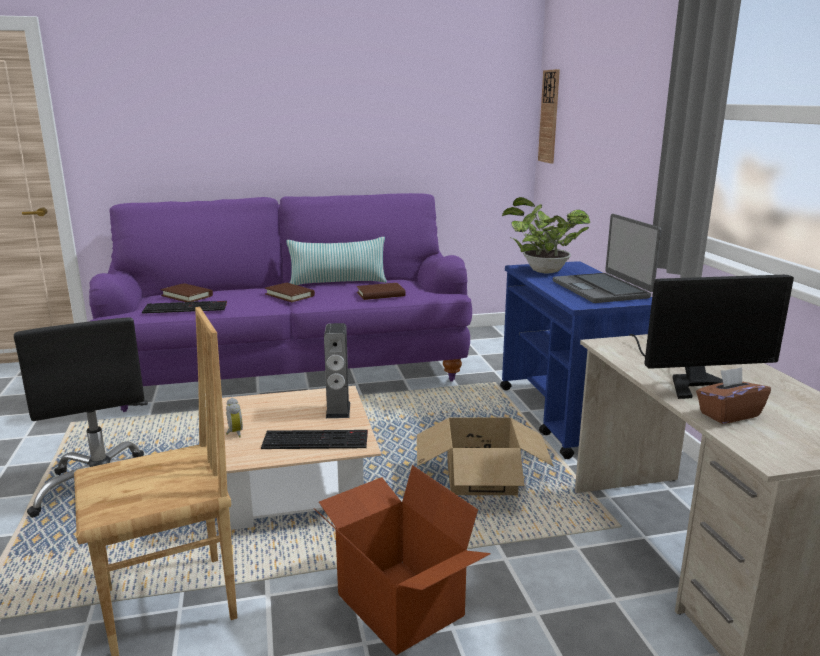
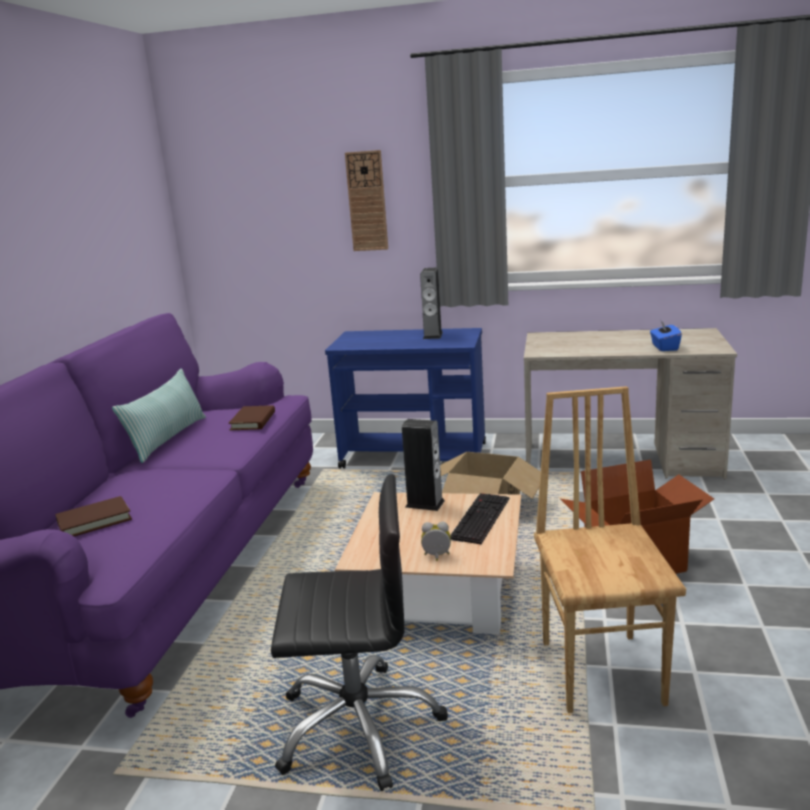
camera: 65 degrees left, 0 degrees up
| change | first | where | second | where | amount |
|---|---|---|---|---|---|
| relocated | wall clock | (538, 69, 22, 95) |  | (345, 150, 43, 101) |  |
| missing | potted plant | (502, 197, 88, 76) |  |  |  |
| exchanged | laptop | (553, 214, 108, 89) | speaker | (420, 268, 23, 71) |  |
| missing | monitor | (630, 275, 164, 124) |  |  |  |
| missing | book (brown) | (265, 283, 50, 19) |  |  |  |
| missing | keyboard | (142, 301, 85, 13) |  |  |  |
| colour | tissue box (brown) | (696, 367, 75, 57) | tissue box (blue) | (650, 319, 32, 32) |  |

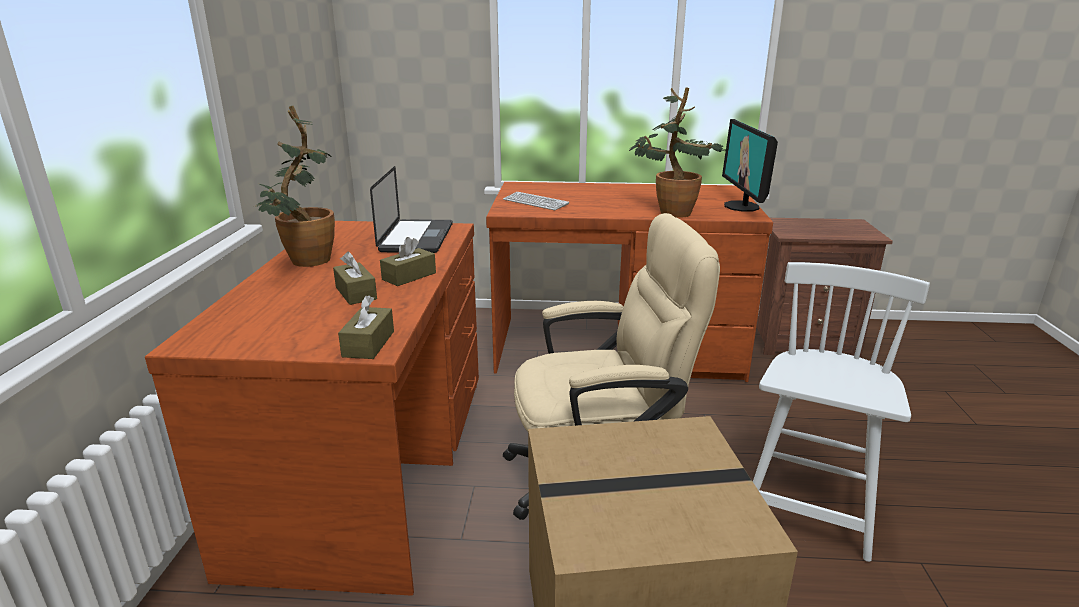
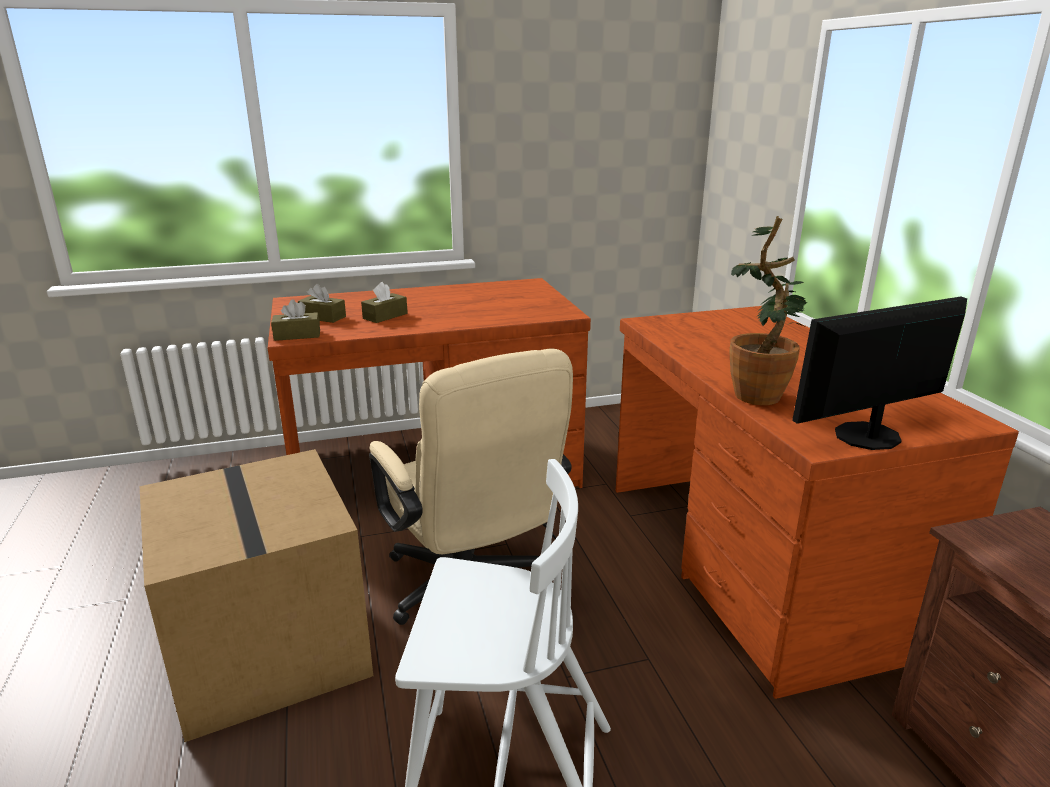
camera: 70 degrees right, 0 degrees up
| change | first | where | second | where | amount |
|---|---|---|---|---|---|
| missing | potted plant | (257, 106, 78, 161) |  |  |  |
| missing | laptop | (370, 166, 83, 87) |  |  |  |
| missing | keyboard | (503, 192, 66, 18) |  |  |  |
| relocated | tissue box (brown) | (380, 237, 56, 49) |  | (298, 284, 48, 39) |  |

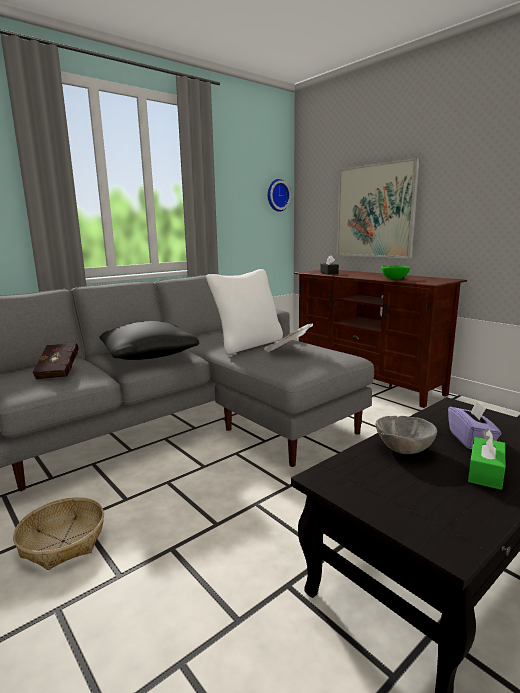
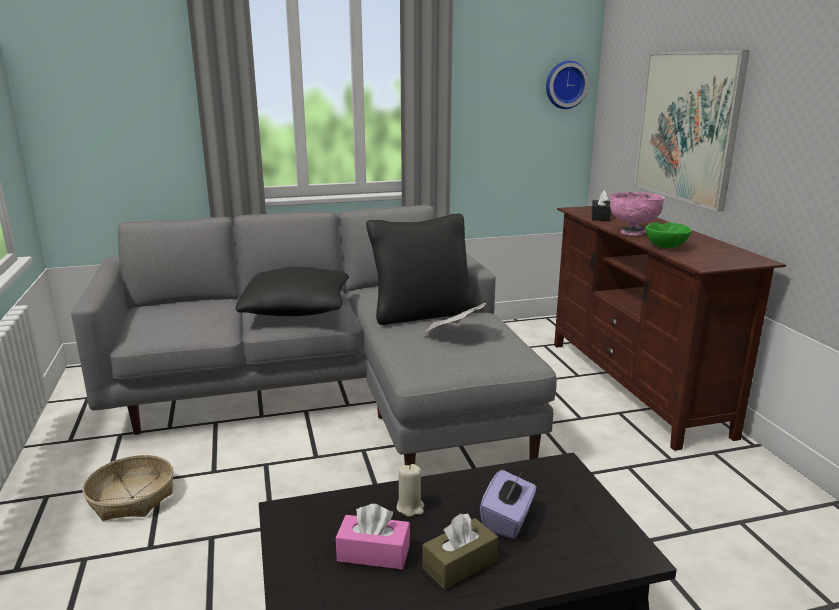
camera: 25 degrees right, 5 degrees up
| change | first | where | second | where | amount |
|---|---|---|---|---|---|
| colour | pillow (white) | (206, 269, 77, 85) | pillow (black) | (366, 214, 110, 111) |  |
| missing | book (red) | (33, 343, 46, 36) |  |  |  |
| exchanged | bowl (grey) | (376, 416, 61, 38) | candle (beige) | (396, 464, 28, 53) |  |
| colour | tissue box (green) | (468, 429, 37, 61) | tissue box (brown) | (422, 514, 76, 76) |  |
| appeared |  |  | bowl (pink) | (610, 192, 55, 44) |  |
| appeared |  |  | tissue box (pink) | (336, 504, 74, 65) |  |

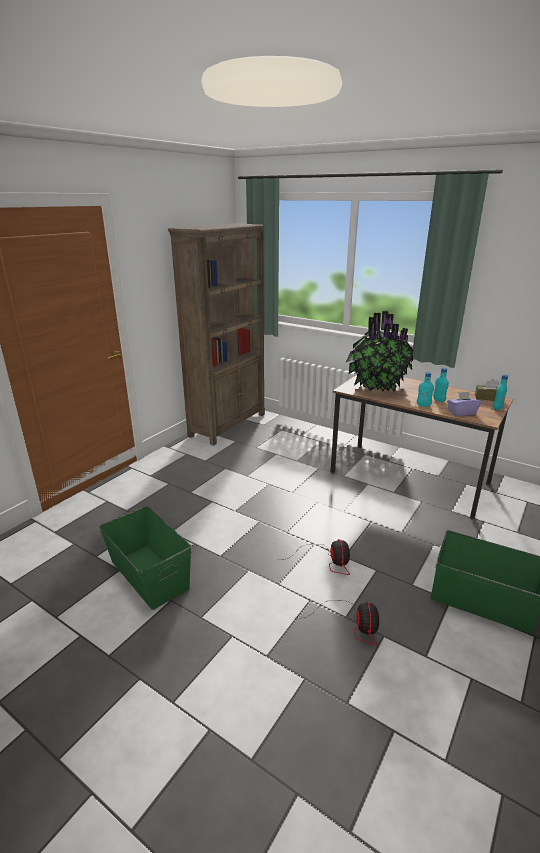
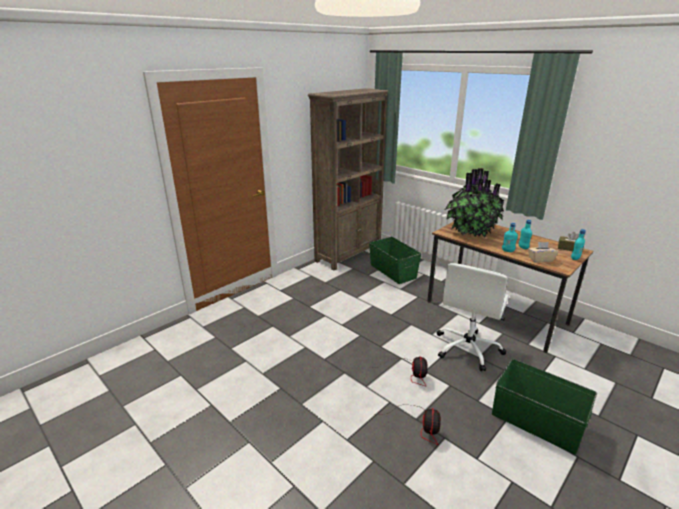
camera: 10 degrees right, 0 degrees up
| change | first | where | second | where | amount |
|---|---|---|---|---|---|
| colour | tissue box (purple) | (447, 391, 34, 25) | tissue box (beige) | (528, 242, 30, 20) |  |
| relocated | storage box (green) | (99, 506, 93, 104) |  | (369, 237, 53, 47) |  |
| appeared |  |  | office chair (white) | (437, 263, 72, 108) |  |

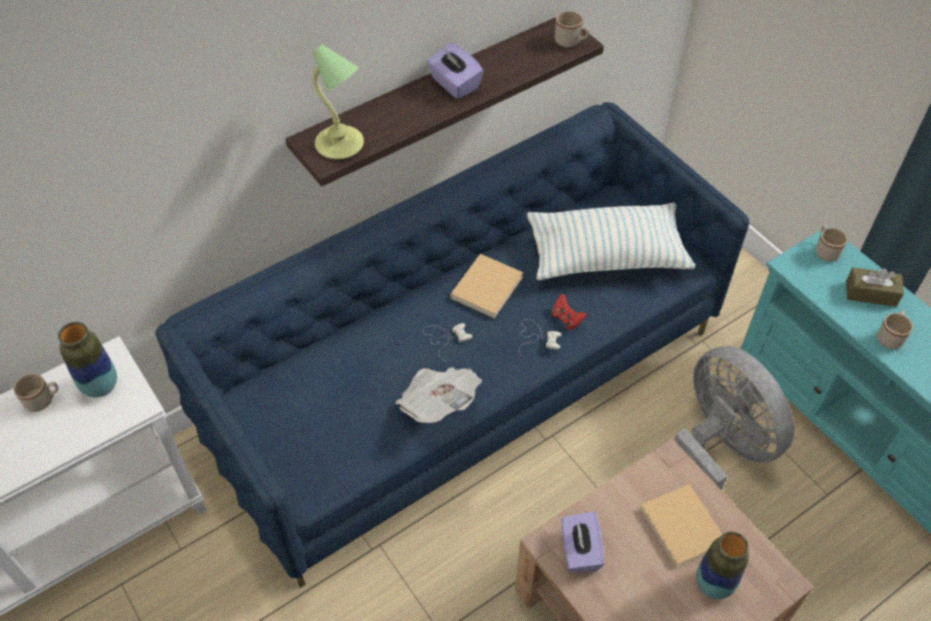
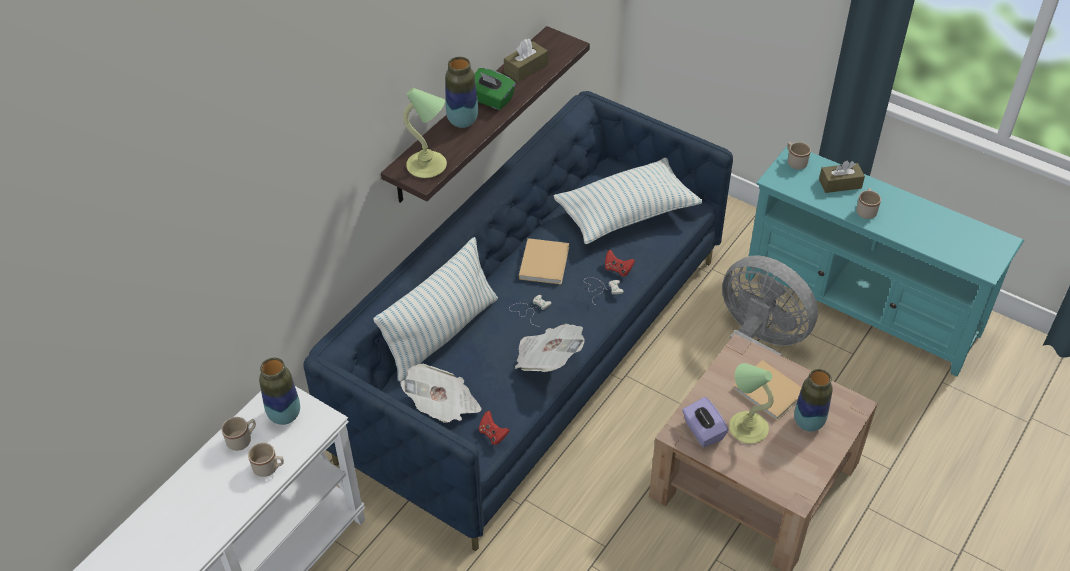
camera: 20 degrees left, 5 degrees down
| change | first | where | second | where | amount |
|---|---|---|---|---|---|
| relocated | mug (beige) | (555, 11, 35, 36) |  | (248, 442, 36, 35) |  |
| colour | tissue box (purple) | (426, 43, 57, 56) | tissue box (green) | (474, 68, 42, 42) |  |
| appeared |  |  | tissue box (brown) | (504, 39, 44, 43) |  |
| appeared |  |  | vase | (445, 57, 33, 71) |  |
| appeared |  |  | pillow | (373, 237, 125, 145) |  |
| appeared |  |  | table lamp | (729, 363, 45, 81) |  |
| appeared |  |  | newspaper | (400, 364, 82, 59) |  |
| appeared |  |  | game controller (red) | (479, 411, 30, 34) |  |

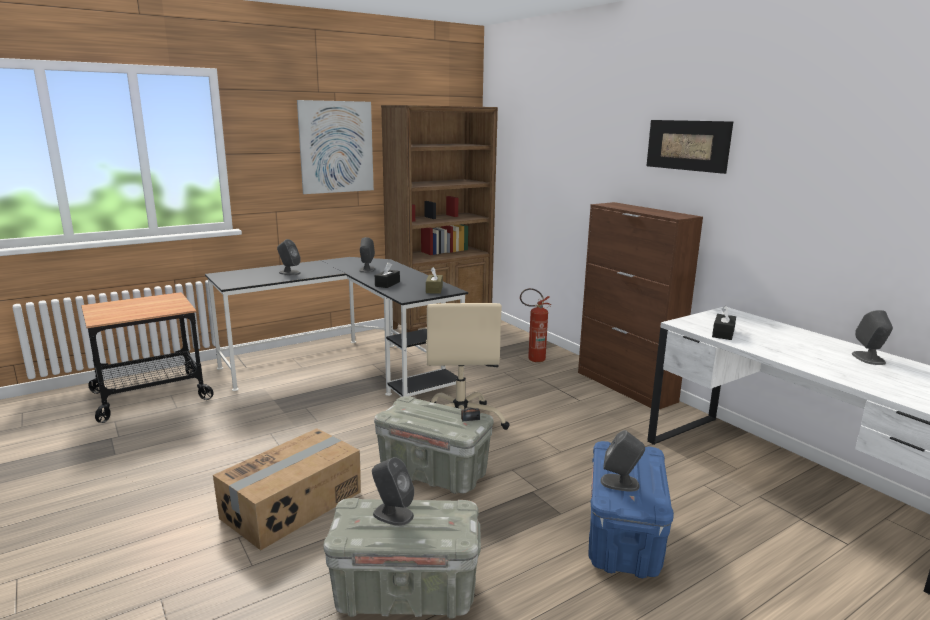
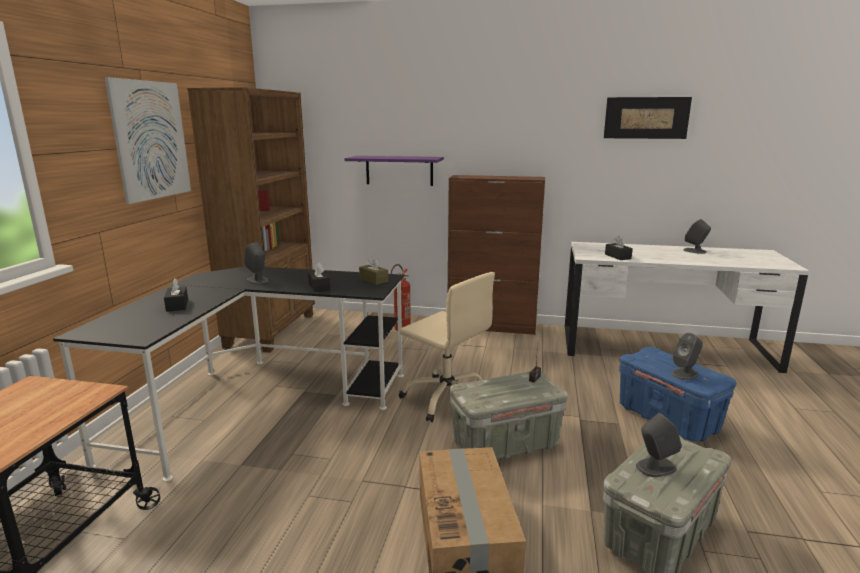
camera: 45 degrees left, 0 degrees up
| change | first | where | second | where | amount |
|---|---|---|---|---|---|
| relocated | picture | (646, 120, 87, 54) |  | (604, 97, 88, 42) |  |
| exchanged | speaker (grey) | (277, 239, 24, 36) | tissue box (black) | (164, 278, 24, 34) |  |
| appeared |  |  | shelf (purple) | (345, 156, 99, 30) |  |

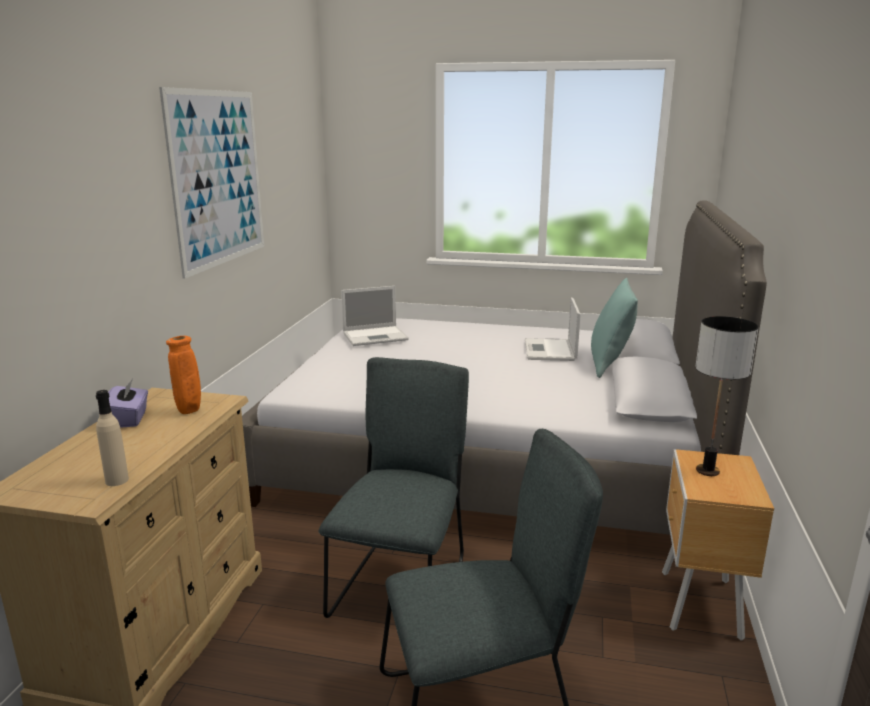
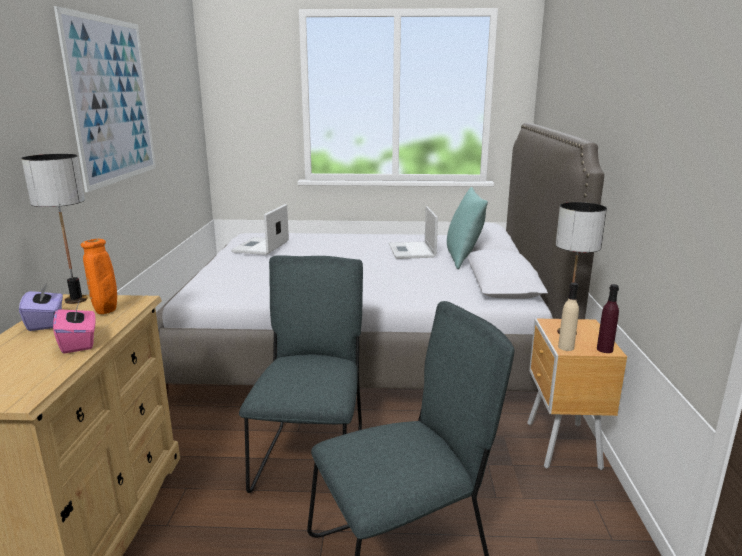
camera: 10 degrees left, 0 degrees up
| change | first | where | second | where | amount |
|---|---|---|---|---|---|
| spun | laptop | (341, 286, 68, 60) |  | (231, 204, 58, 51) | 135 degrees clockwise |
| relocated | bottle (beige) | (96, 390, 33, 96) |  | (558, 283, 21, 68) |  |
| appeared |  |  | table lamp | (21, 154, 67, 150) |  |
| appeared |  |  | bottle (purple) | (597, 284, 22, 69) |  |
| appeared |  |  | tissue box (pink) | (53, 302, 43, 52) |  |

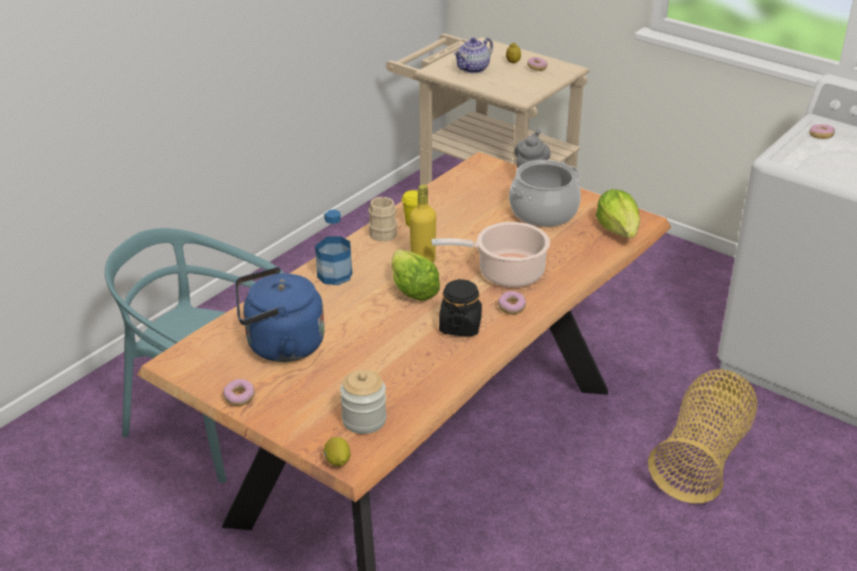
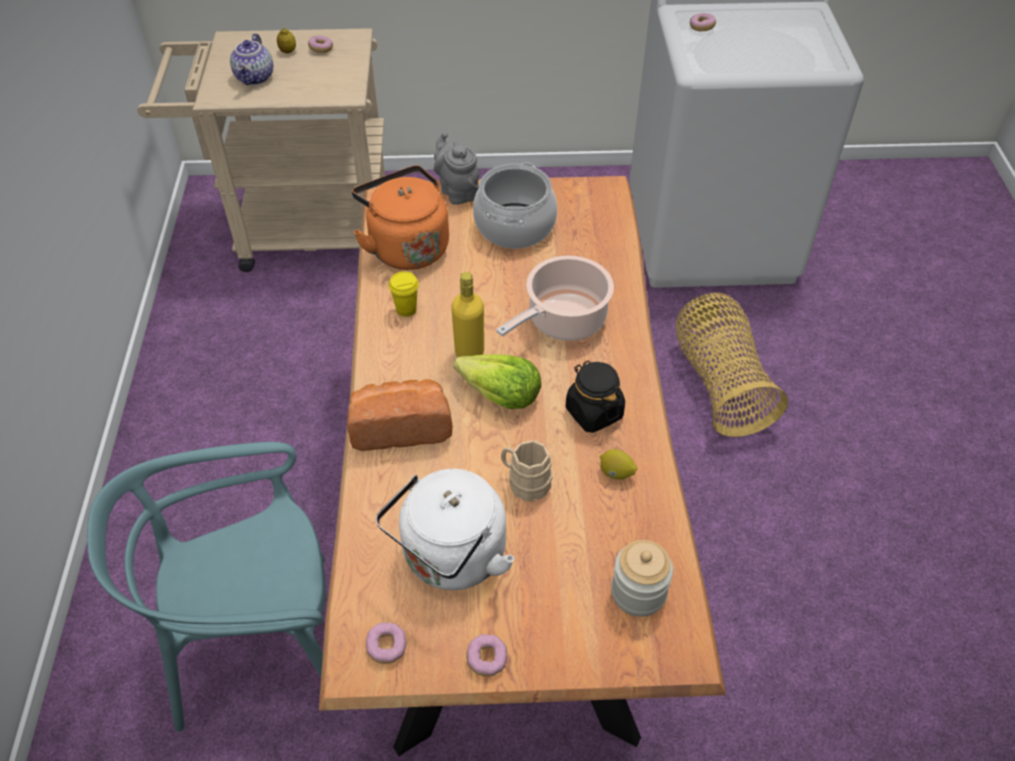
camera: 40 degrees left, 15 degrees up
| change | first | where | second | where | amount |
|---|---|---|---|---|---|
| missing | lettuce | (596, 189, 44, 49) |  |  |  |
| relocated | mug (beige) | (368, 197, 29, 45) |  | (501, 441, 52, 60) |  |
| exchanged | bottle | (315, 210, 37, 75) | bread | (347, 379, 106, 72) |  |
| colour | kettle (blue) | (235, 267, 90, 95) | kettle (white) | (376, 469, 139, 121) |  |
| relocated | donut | (498, 291, 28, 23) |  | (366, 623, 40, 41) |  |
| relocated | lemon | (324, 437, 26, 29) |  | (600, 449, 37, 30) |  |
| appeared |  |  | kettle (orange) | (352, 165, 97, 105) |  |

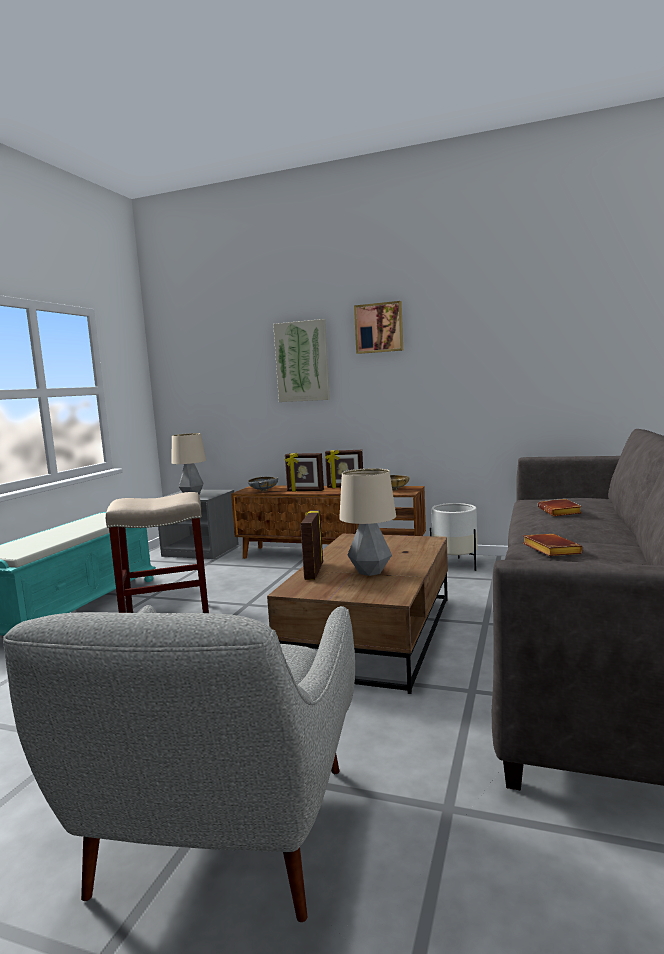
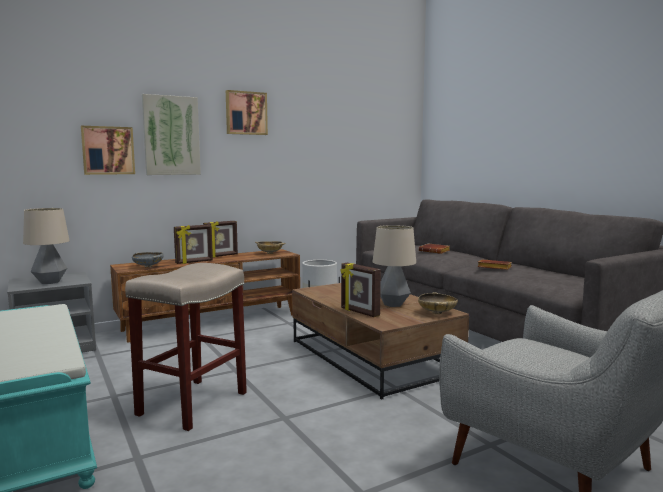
camera: 50 degrees left, 0 degrees up
| change | first | where | second | where | amount |
|---|---|---|---|---|---|
| appeared |  |  | picture | (81, 126, 54, 49) |  |
| appeared |  |  | bowl (beige) | (418, 292, 40, 22) |  |

